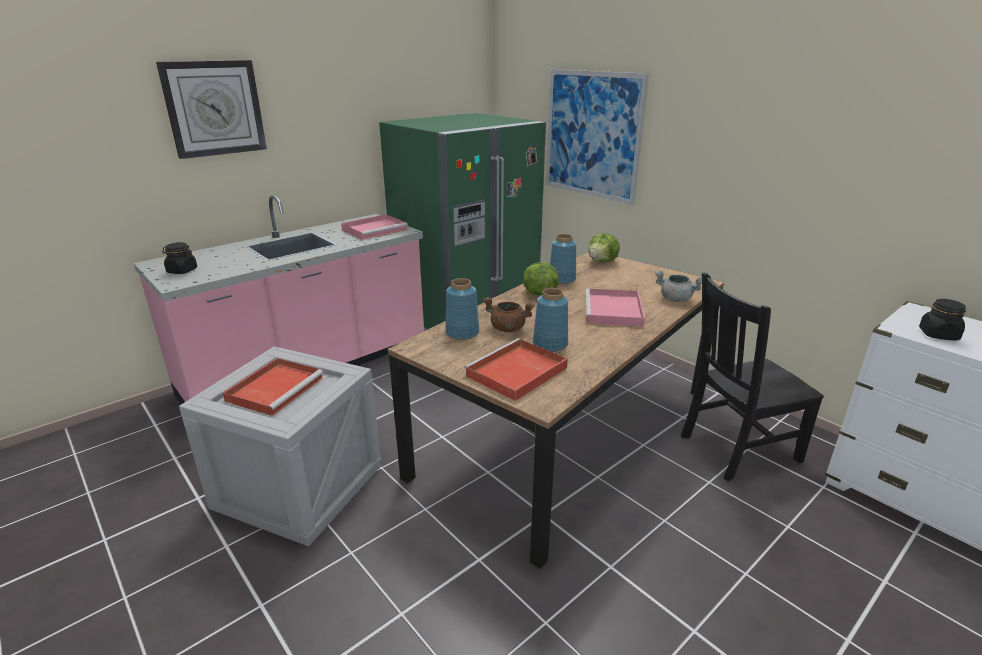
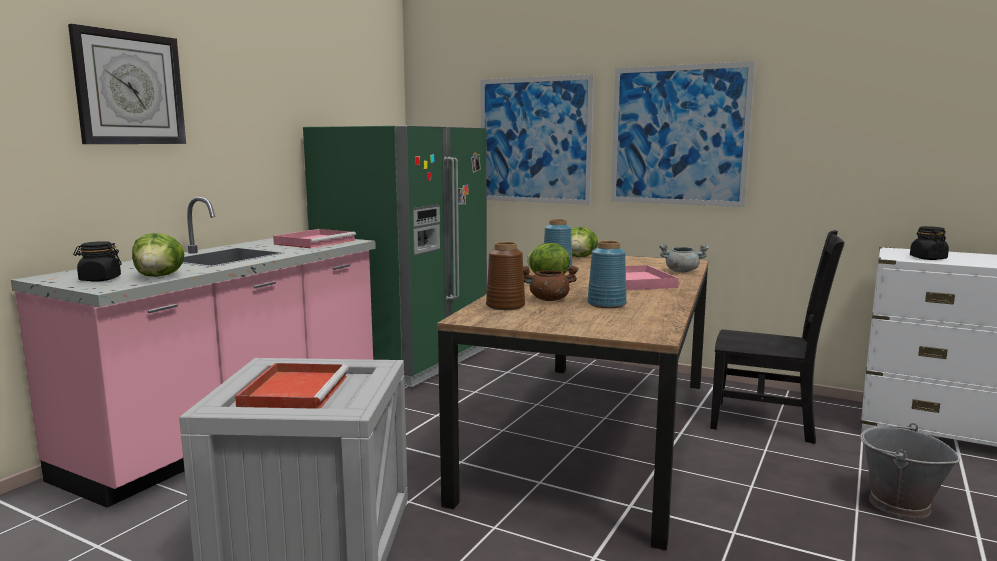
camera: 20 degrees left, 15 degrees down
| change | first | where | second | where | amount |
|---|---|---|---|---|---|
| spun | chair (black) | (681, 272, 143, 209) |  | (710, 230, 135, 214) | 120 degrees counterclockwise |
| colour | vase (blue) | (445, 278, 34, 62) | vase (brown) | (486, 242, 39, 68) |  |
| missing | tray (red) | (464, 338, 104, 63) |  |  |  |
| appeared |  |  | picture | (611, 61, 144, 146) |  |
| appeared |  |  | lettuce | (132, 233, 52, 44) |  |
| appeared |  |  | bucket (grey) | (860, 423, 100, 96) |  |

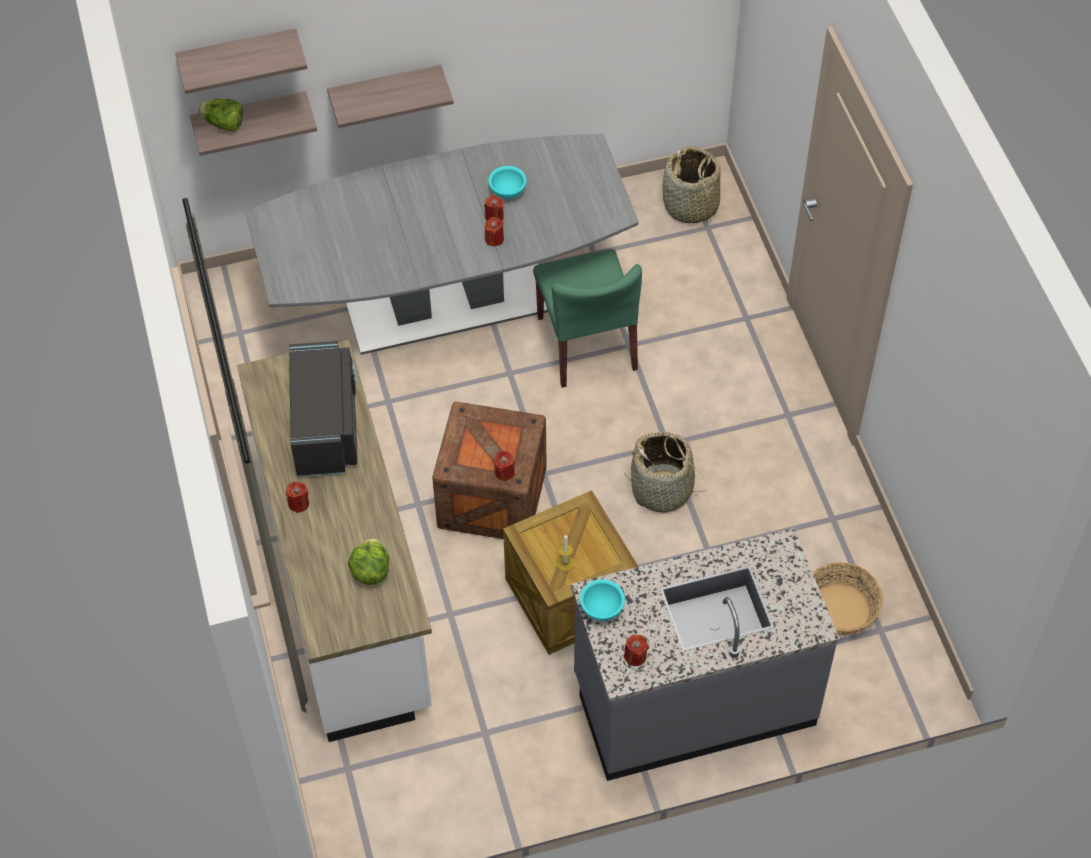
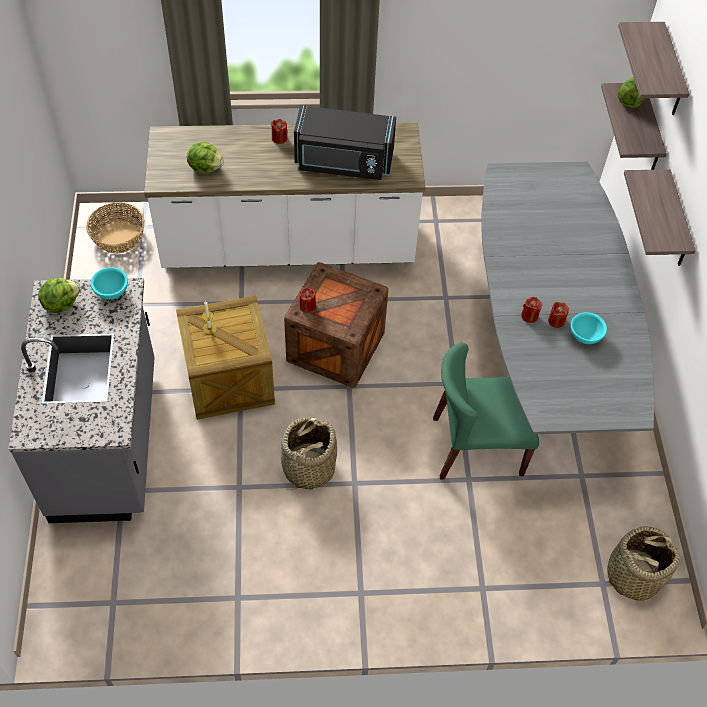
camera: 100 degrees right, 0 degrees up
| change | first | where | second | where | amount |
|---|---|---|---|---|---|
| relocated | basket | (813, 562, 70, 73) |  | (86, 202, 59, 52) |  |
| exchanged | candle (red) | (624, 635, 25, 31) | lettuce | (38, 278, 43, 35) |  |

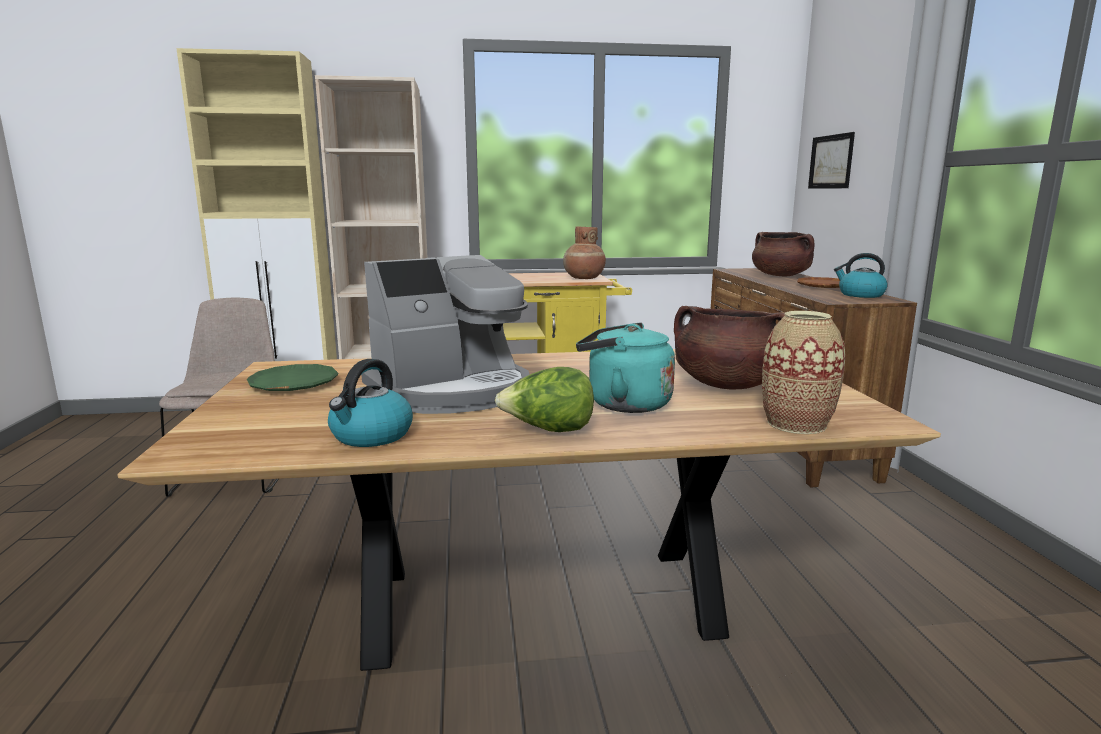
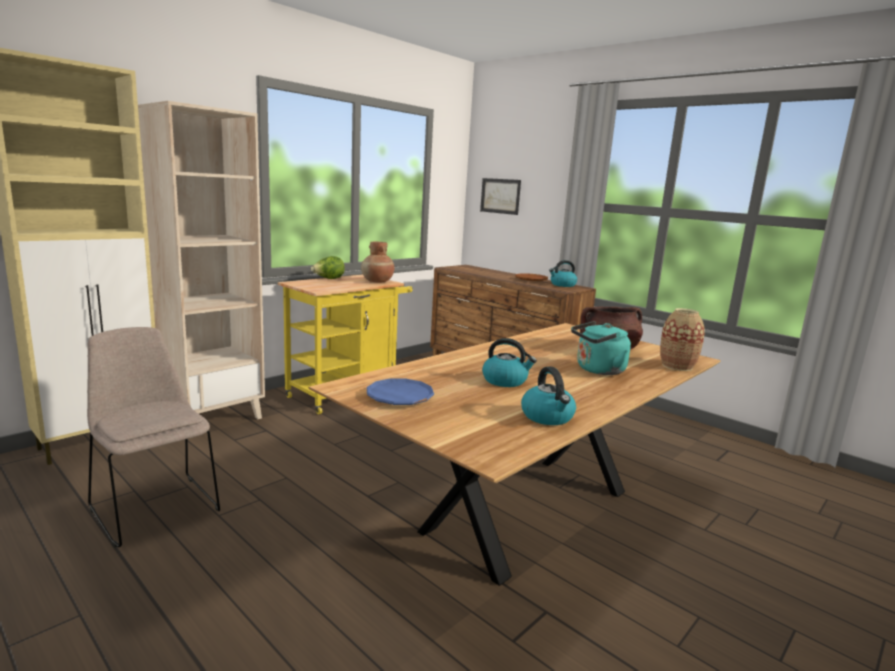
camera: 40 degrees left, 0 degrees up
| change | first | where | second | where | amount |
|---|---|---|---|---|---|
| missing | cooking pot (brown) | (752, 232, 62, 44) |  |  |  |
| exchanged | coffee machine | (361, 255, 169, 159) | kettle | (482, 338, 55, 49) |  |
| colour | plate (green) | (247, 364, 92, 27) | plate (blue) | (367, 379, 67, 26) |  |
| relocated | lettuce | (495, 367, 99, 65) |  | (311, 256, 34, 23) |  |

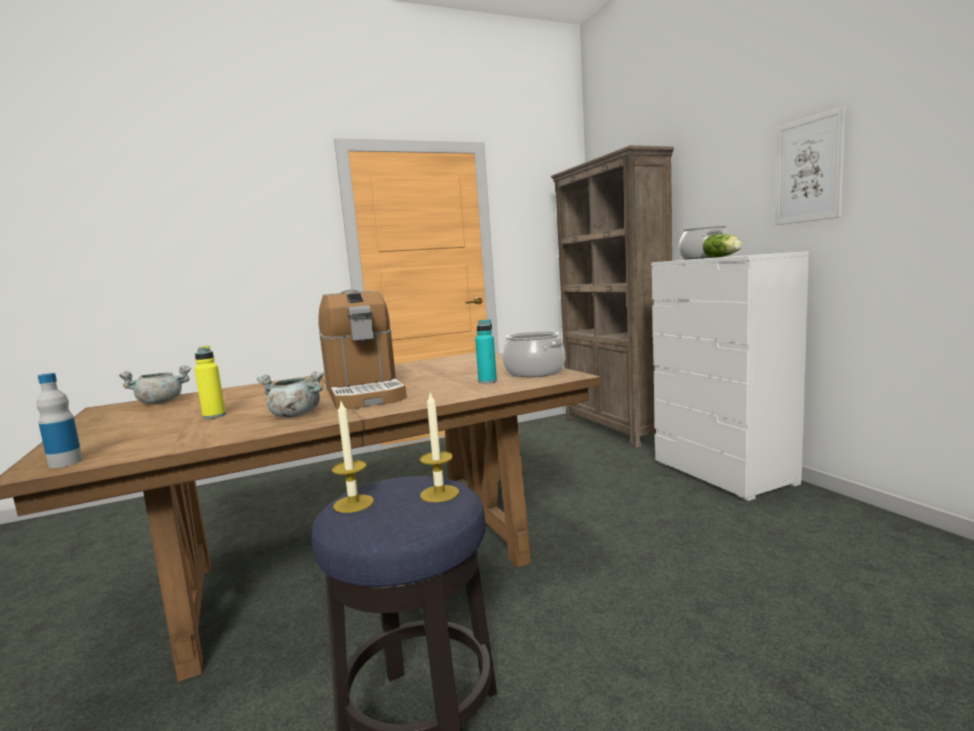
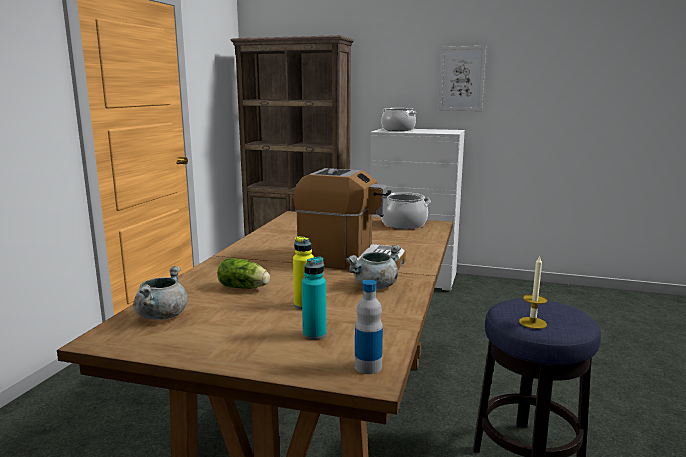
camera: 50 degrees left, 5 degrees up
| change | first | where | second | where | amount |
|---|---|---|---|---|---|
| relocated | lettuce | (703, 234, 39, 24) |  | (217, 258, 53, 31) |  |
| relocated | bottle (turquoise) | (475, 319, 22, 65) |  | (302, 257, 24, 83) |  |
| missing | candle | (420, 392, 39, 110) |  |  |  |

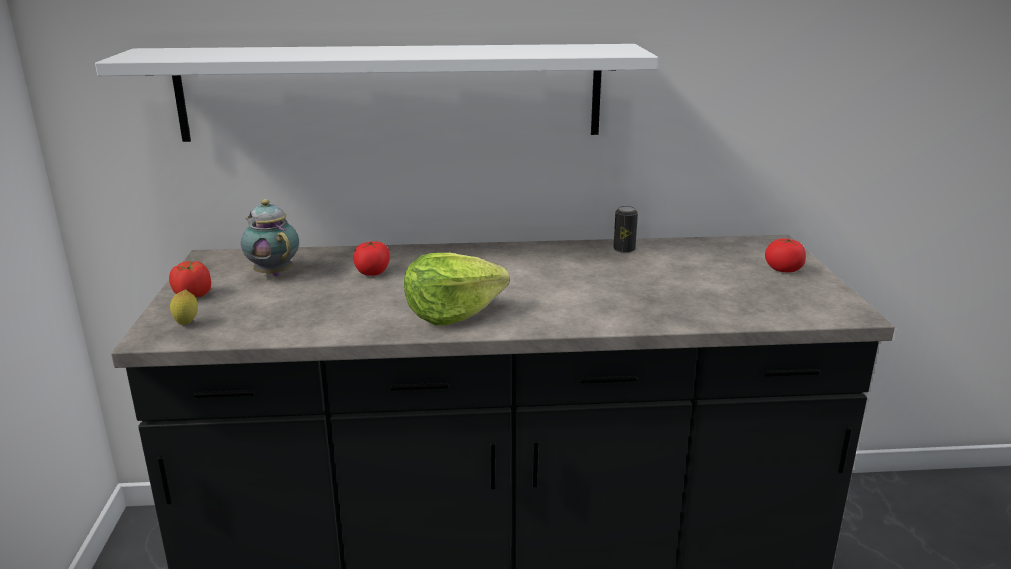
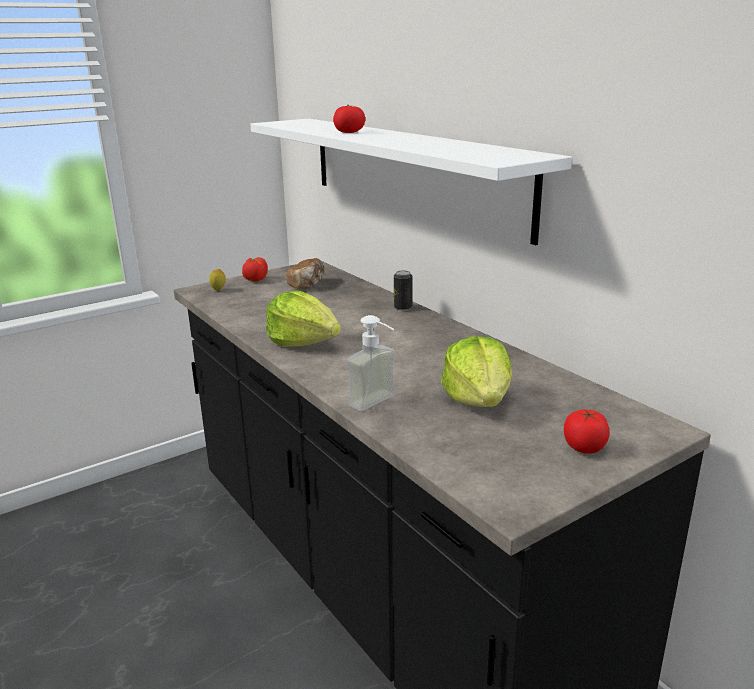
camera: 60 degrees right, 0 degrees up
| change | first | where | second | where | amount |
|---|---|---|---|---|---|
| exchanged | teapot | (241, 199, 58, 78) | bread | (286, 258, 39, 32) |  |
| relocated | can | (613, 206, 25, 47) |  | (394, 271, 18, 39) |  |
| relocated | tomato | (354, 241, 36, 35) |  | (333, 105, 32, 28) |  |
| appeared |  |  | soap dispenser | (346, 315, 50, 96) |  |
| appeared |  |  | lettuce | (441, 336, 71, 71) |  |

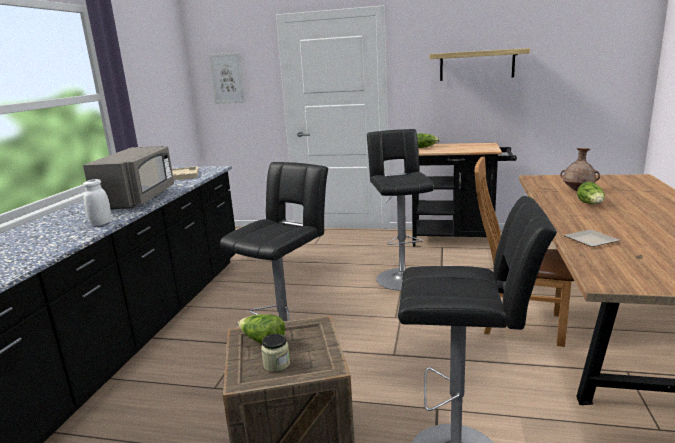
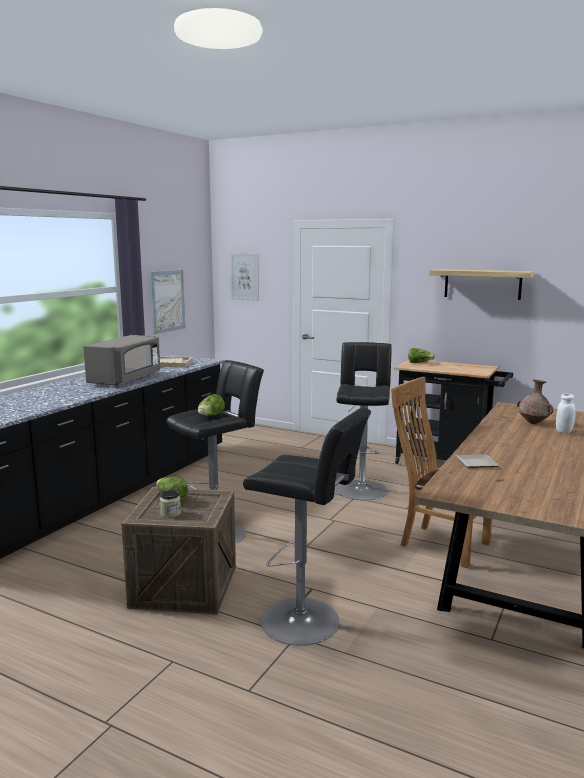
camera: 15 degrees right, 5 degrees down
| change | first | where | second | where | amount |
|---|---|---|---|---|---|
| relocated | jar (white) | (83, 179, 28, 47) |  | (556, 394, 20, 40) |  |
| relocated | lettuce | (577, 182, 28, 22) |  | (198, 394, 27, 22) |  |
| appeared |  |  | picture | (149, 270, 36, 64) |  |

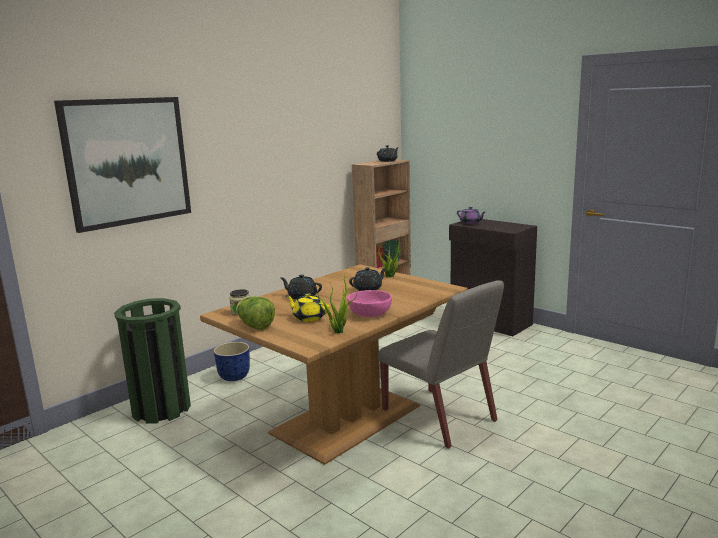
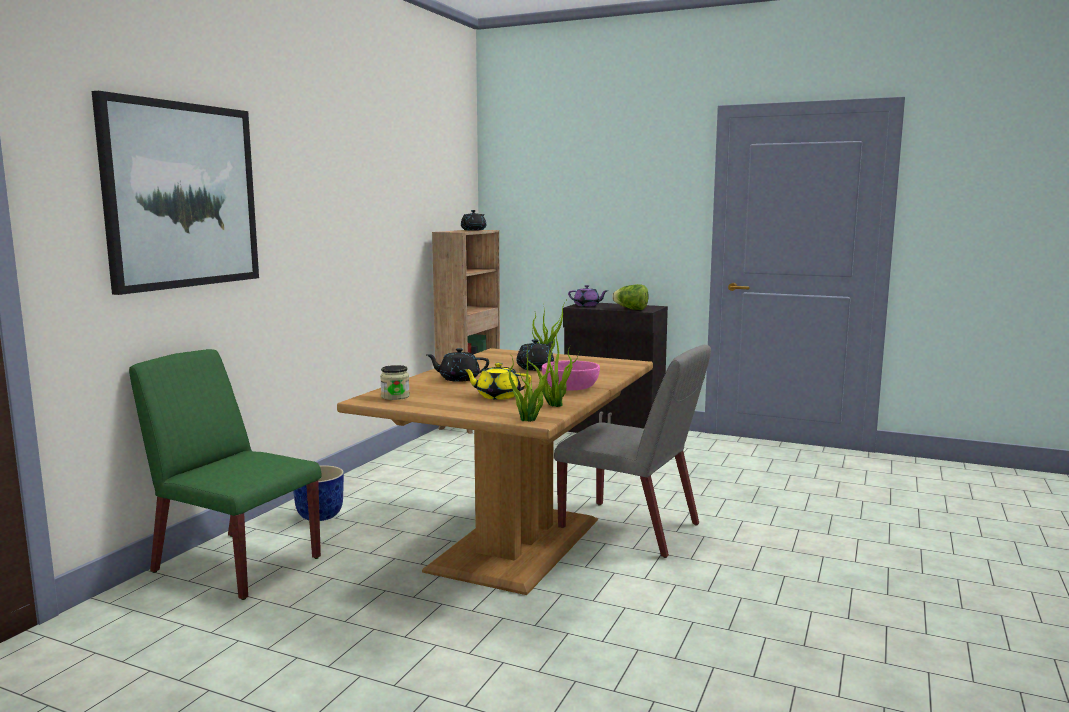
camera: 20 degrees left, 5 degrees down
| change | first | where | second | where | amount |
|---|---|---|---|---|---|
| relocated | lettuce | (236, 297, 39, 33) |  | (612, 284, 36, 26) |  |
| exchanged | trash can (green) | (114, 298, 77, 126) | chair (green) | (129, 349, 193, 251) |  |
| appeared |  |  | potted plant | (509, 343, 46, 79) |  |

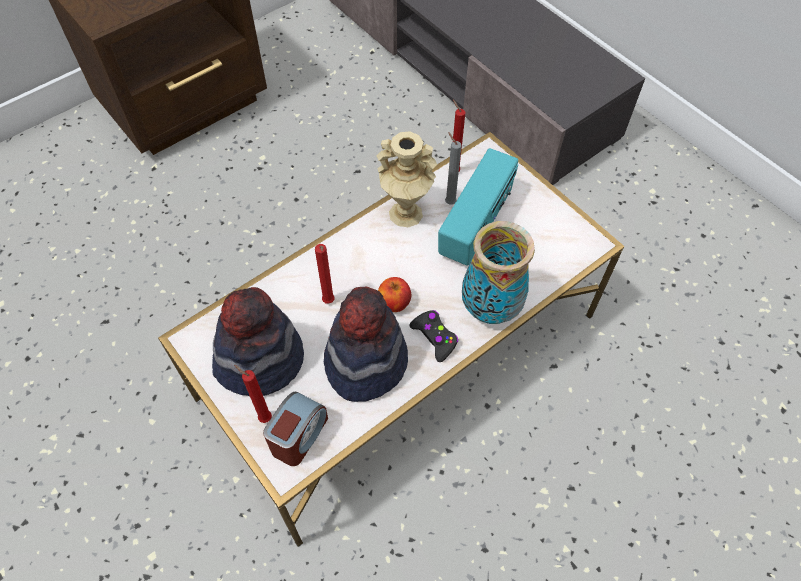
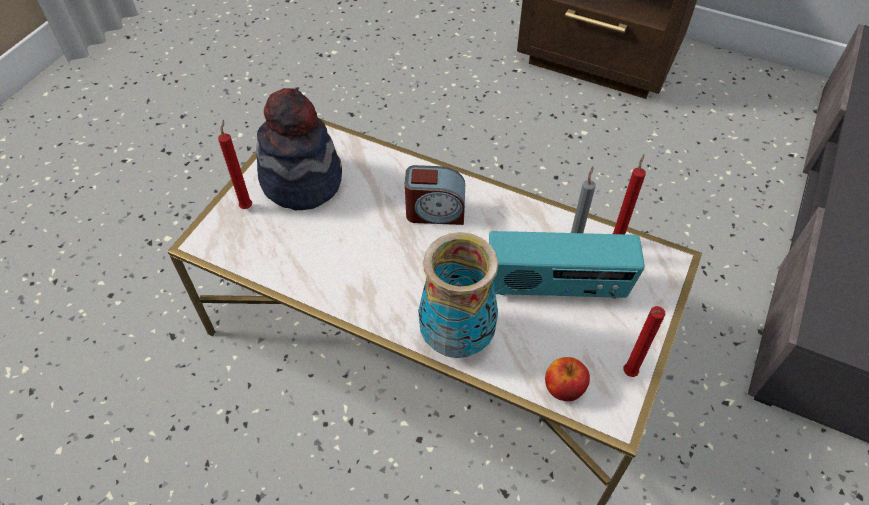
camera: 65 degrees right, 5 degrees down
| change | first | where | second | where | amount |
|---|---|---|---|---|---|
| missing | vase (beige) | (376, 131, 61, 97) |  |  |  |
| relocated | candle (red) | (315, 244, 20, 60) |  | (623, 306, 42, 71) |  |
| relocated | apple | (378, 277, 34, 35) |  | (545, 357, 45, 44) |  |
| missing | hat | (324, 287, 84, 115) |  |  |  |
| missing | game controller (black) | (410, 310, 48, 52) |  |  |  |
| relocated | alarm clock | (263, 392, 65, 74) |  | (405, 165, 60, 60) |  |

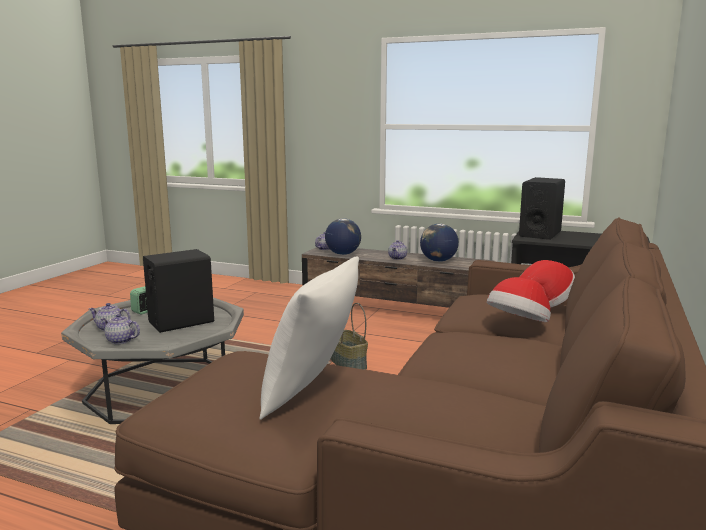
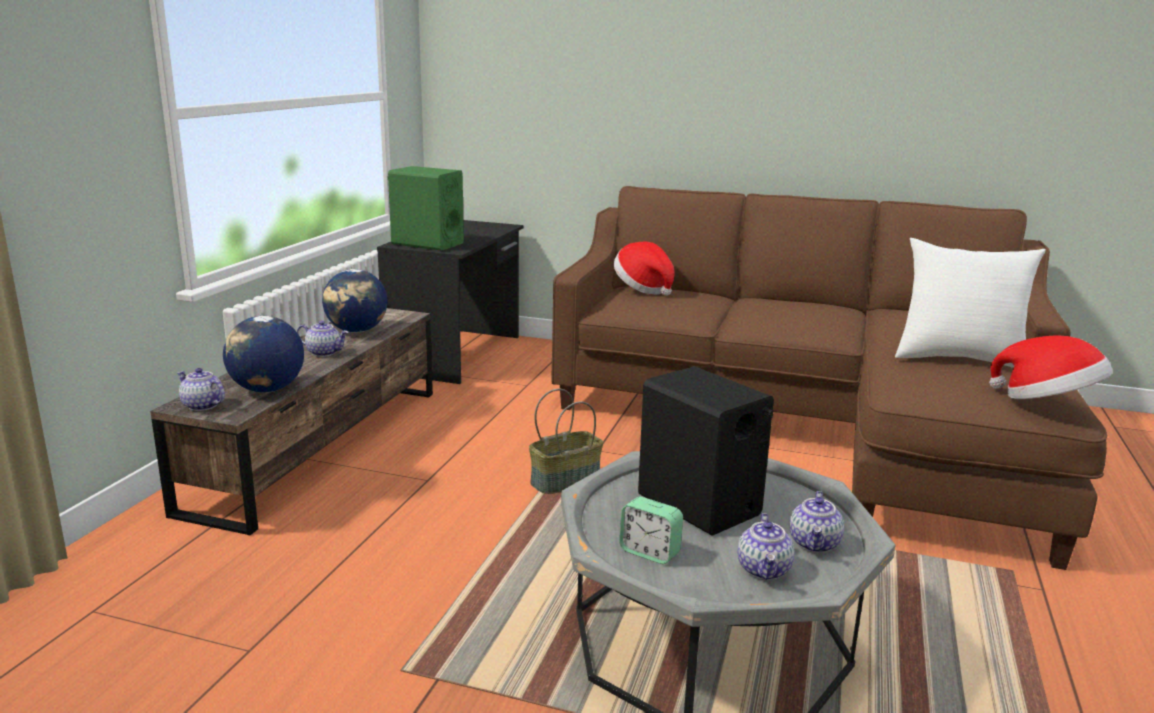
camera: 95 degrees left, 5 degrees up
| change | first | where | second | where | amount |
|---|---|---|---|---|---|
| colour | speaker (black) | (519, 177, 46, 63) | speaker (green) | (388, 166, 76, 85) |  |
| relocated | hat | (487, 277, 64, 45) |  | (989, 335, 124, 64) |  |

